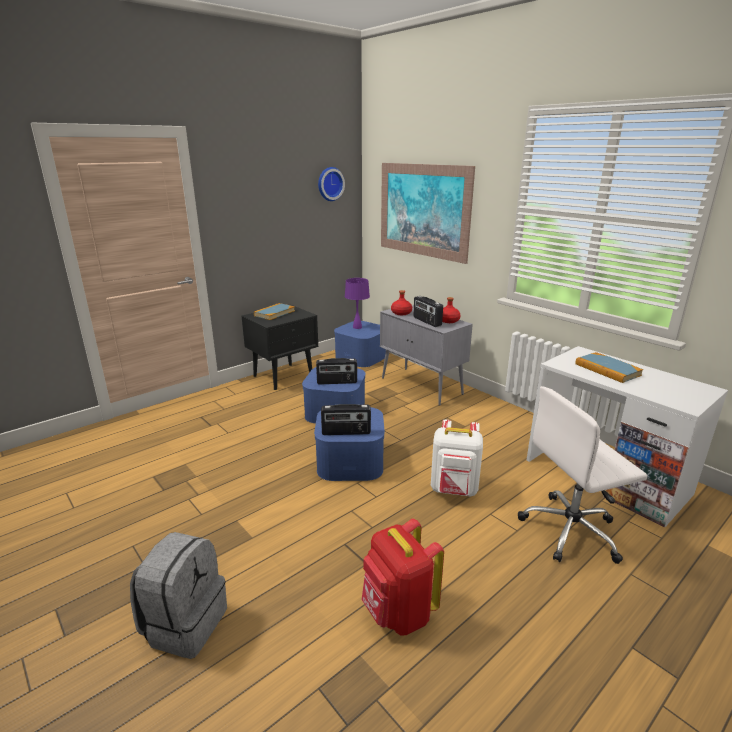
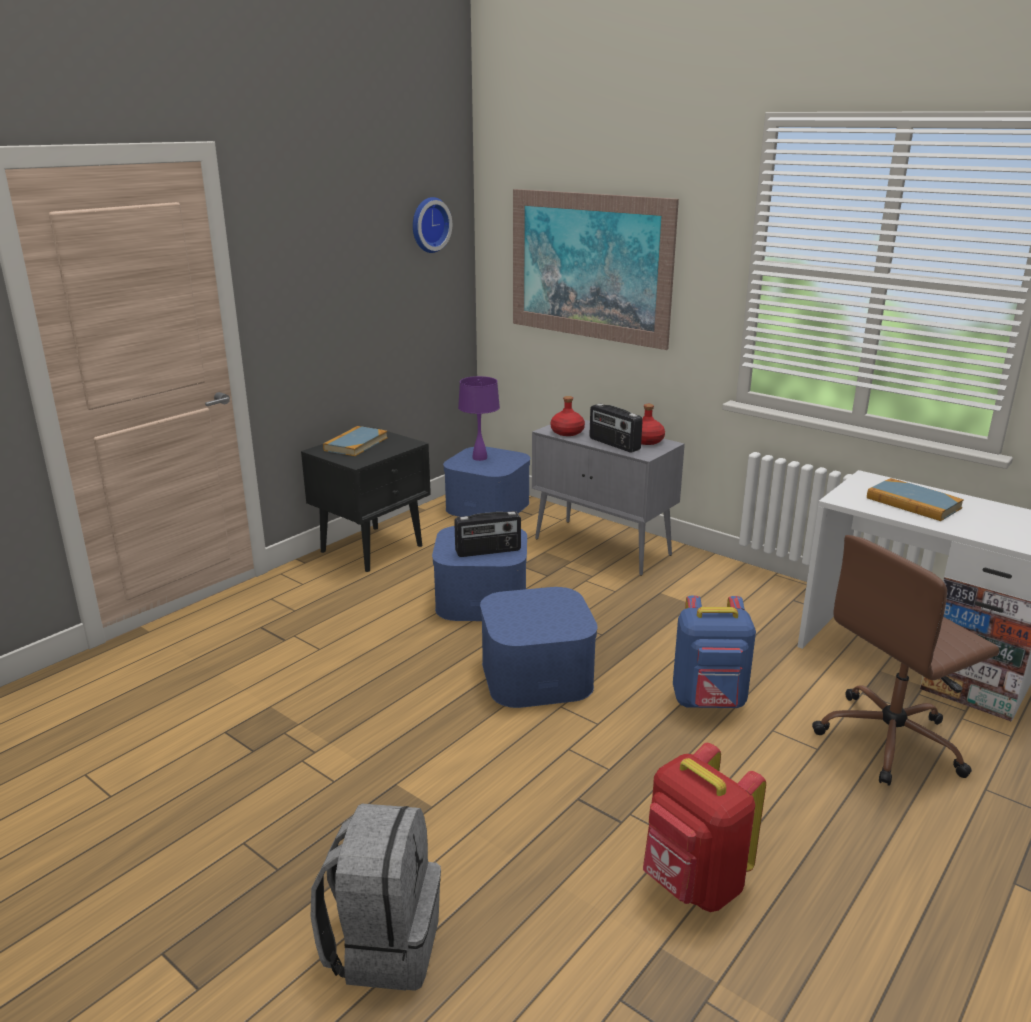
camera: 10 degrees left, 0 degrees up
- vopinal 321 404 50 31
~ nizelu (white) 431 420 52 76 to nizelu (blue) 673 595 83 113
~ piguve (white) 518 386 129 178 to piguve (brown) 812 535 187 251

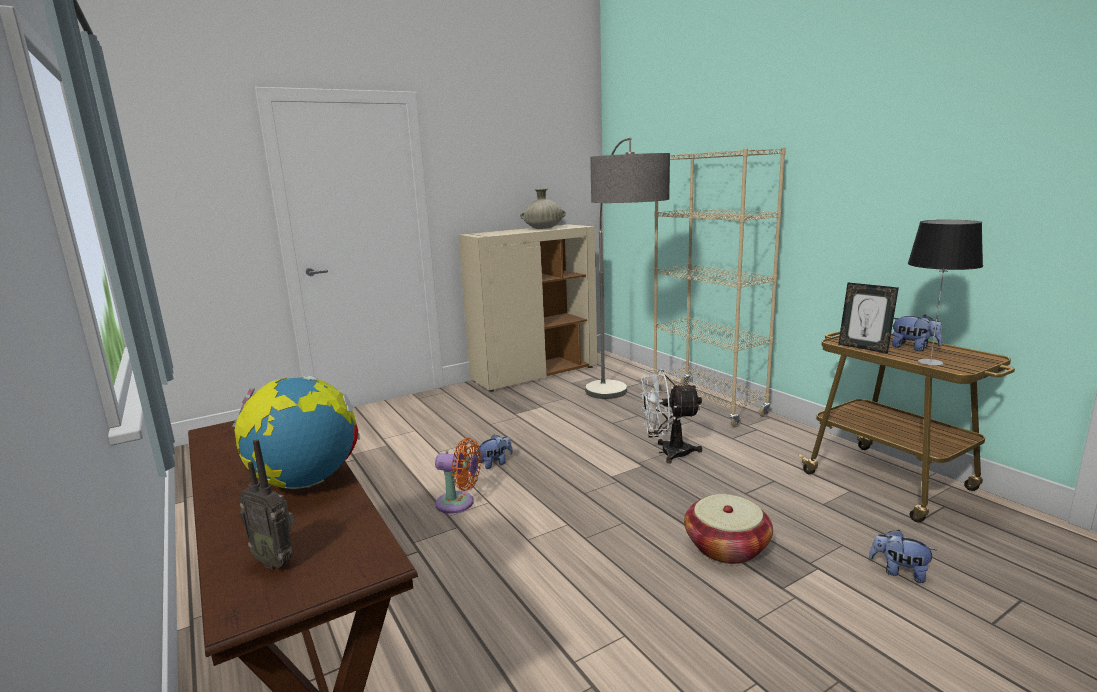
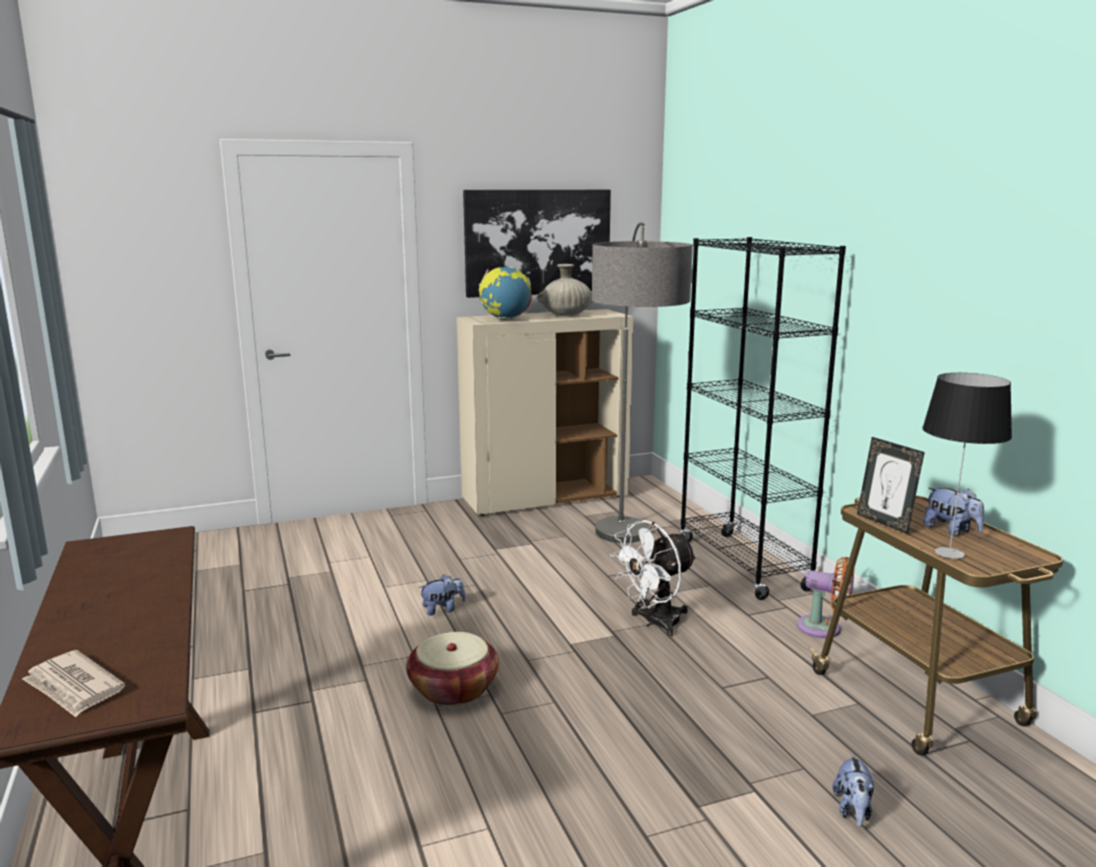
camera: 10 degrees right, 0 degrees up
+ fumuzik 463 190 148 108
~ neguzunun 233 376 127 113 to 479 267 53 53
~ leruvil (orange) 435 438 46 76 to 797 557 58 81
~ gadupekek 684 494 89 70 to 406 632 93 74
~ vopinal 238 439 57 131 to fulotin 22 650 103 67
~ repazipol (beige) 652 148 134 279 to repazipol (black) 679 237 167 363
~ leruvil (white) 641 369 61 95 = 610 520 87 117 45 degrees counterclockwise
~ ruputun 869 530 67 53 = 833 753 41 74 120 degrees counterclockwise

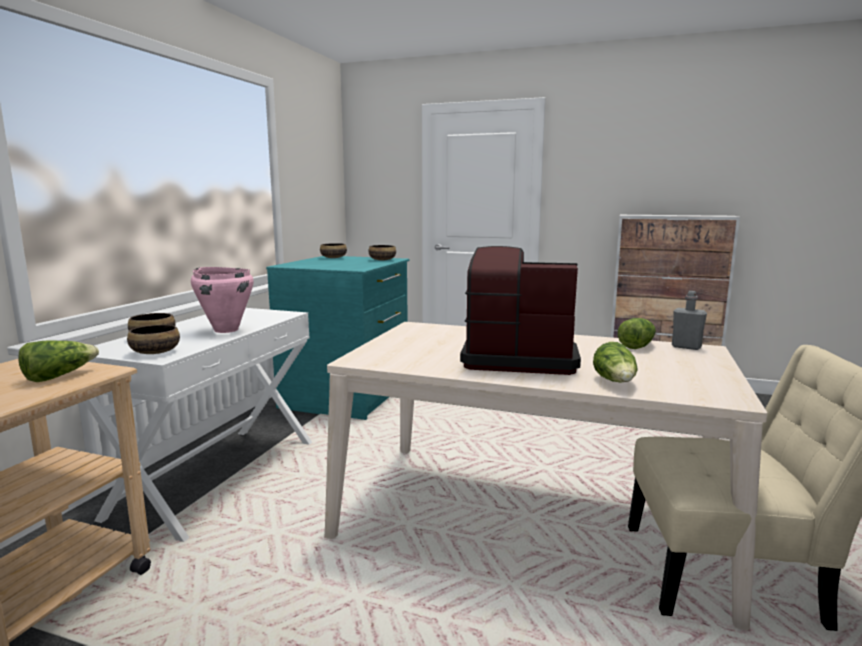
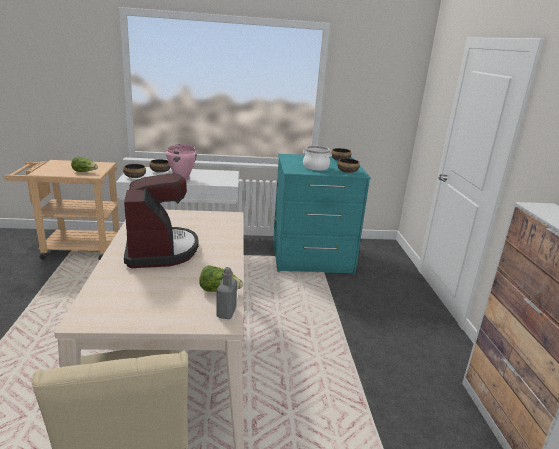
camera: 65 degrees right, 10 degrees up
- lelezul 593 342 45 41
+ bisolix 303 146 29 25

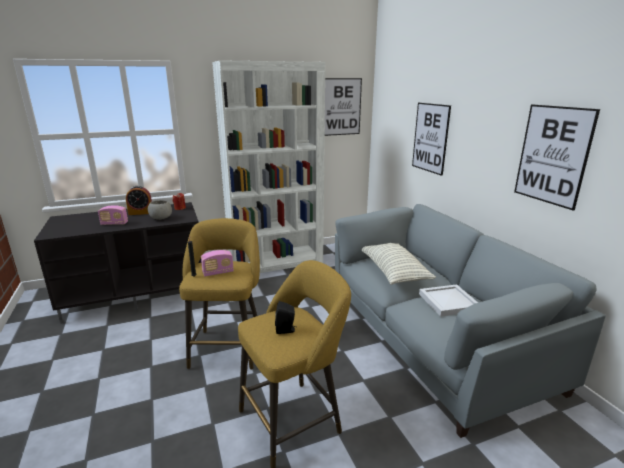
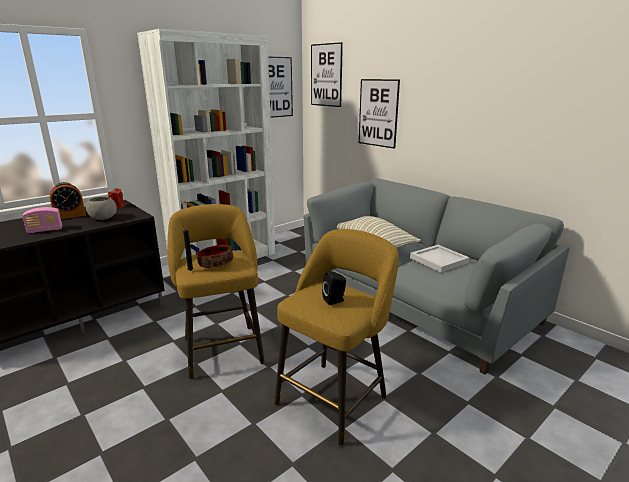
camera: 20 degrees left, 0 degrees up
~ fumuzik 514 105 86 106 to 311 42 32 65
~ vopinal 201 250 33 27 to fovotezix 197 245 36 23

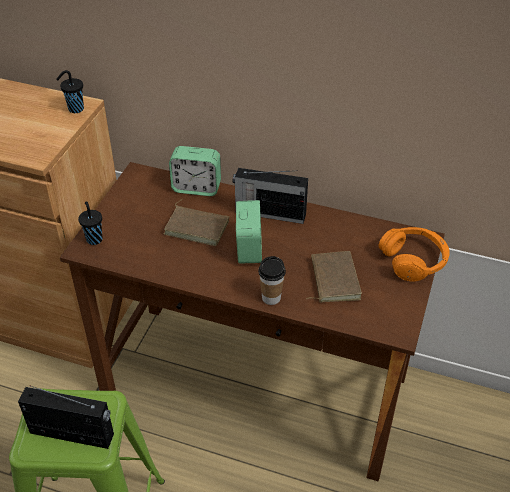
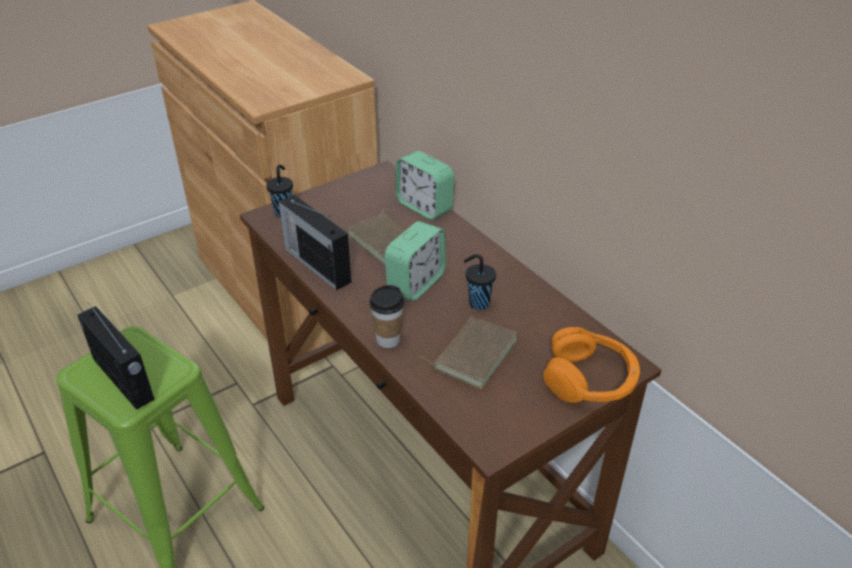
camera: 35 degrees right, 5 degrees down
~ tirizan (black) 56 70 28 43 to 464 254 32 56
~ vopinal 232 168 76 56 to 278 195 73 95

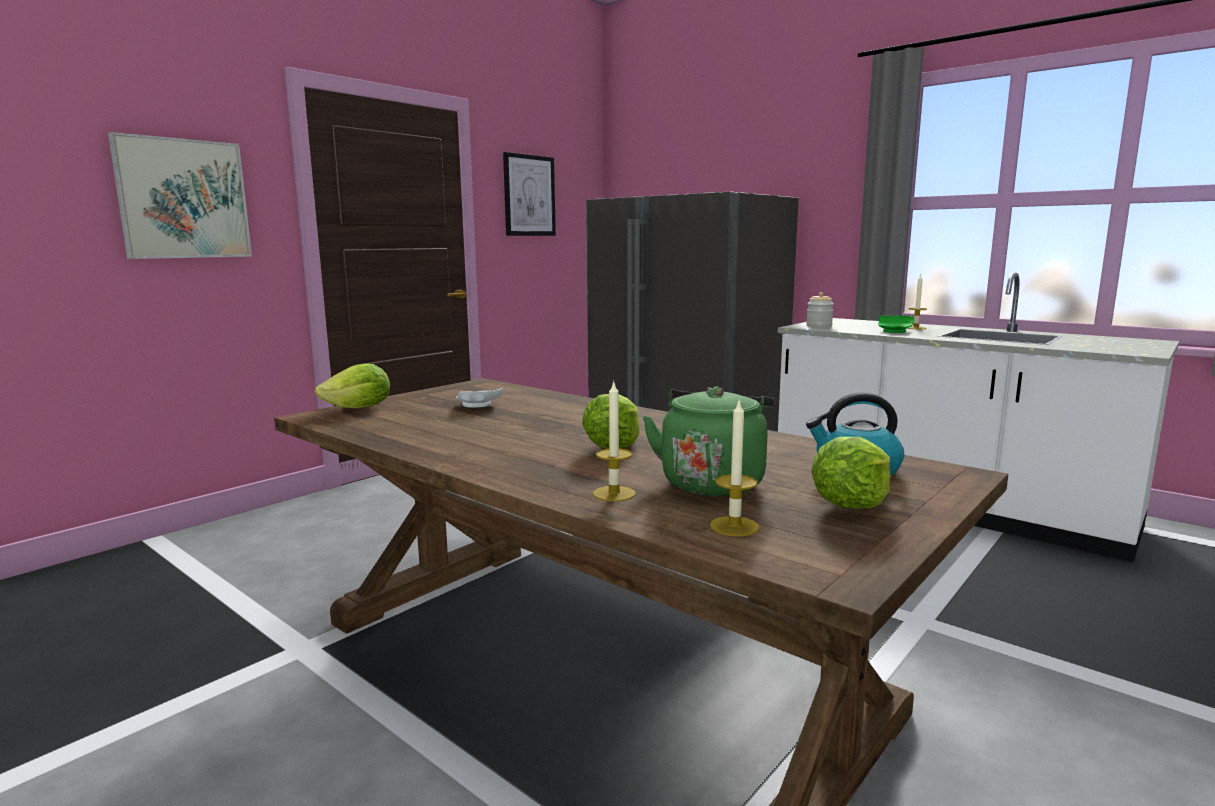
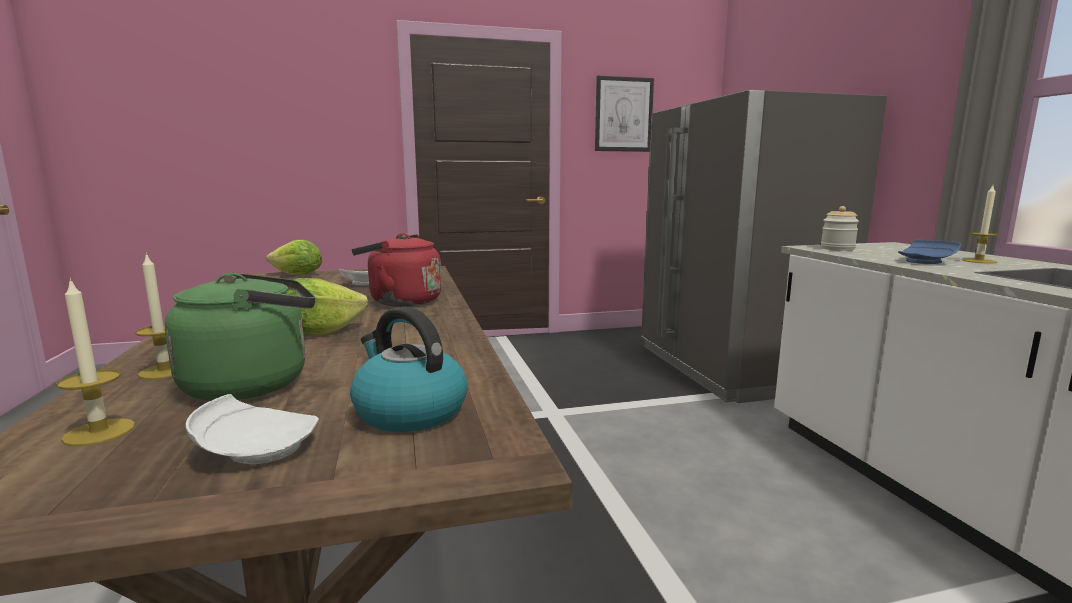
camera: 35 degrees right, 0 degrees up
- fumuzik 108 132 144 127
+ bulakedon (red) 352 233 90 74
~ lelezul 811 437 80 72 to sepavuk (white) 186 394 133 70
~ sepavuk (green) 878 315 36 18 to sepavuk (blue) 898 240 63 24

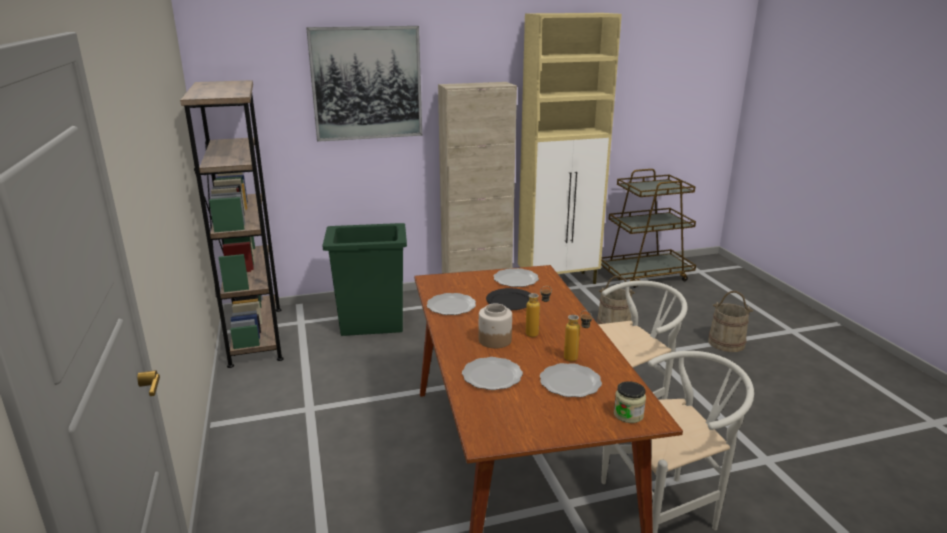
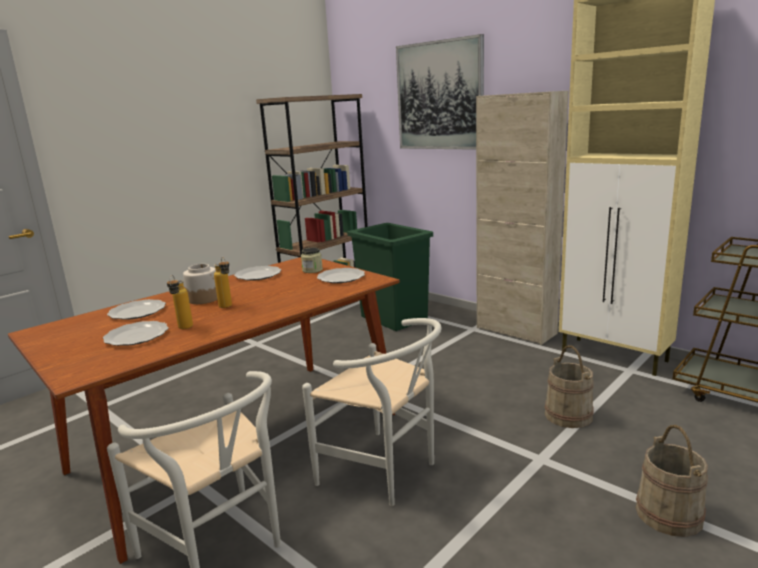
camera: 60 degrees right, 5 degrees down
- sepavuk (black) 486 288 45 22
~ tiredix 614 381 32 42 to 301 248 22 25

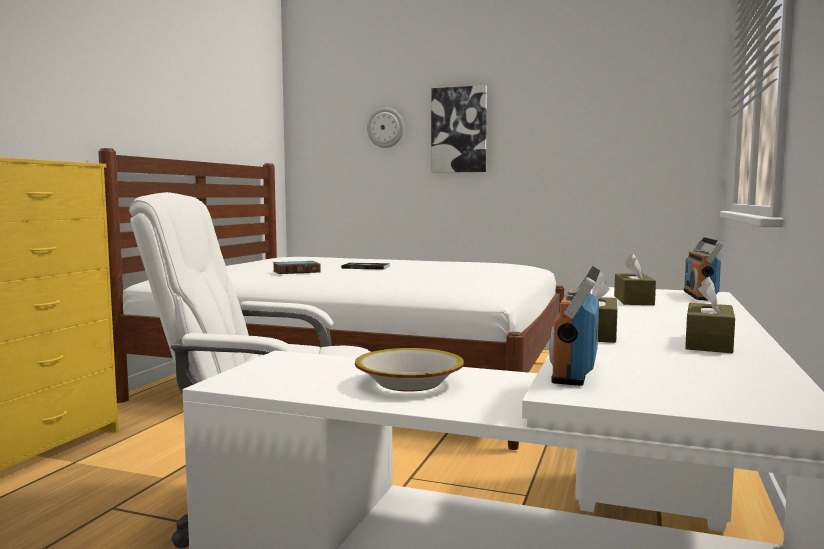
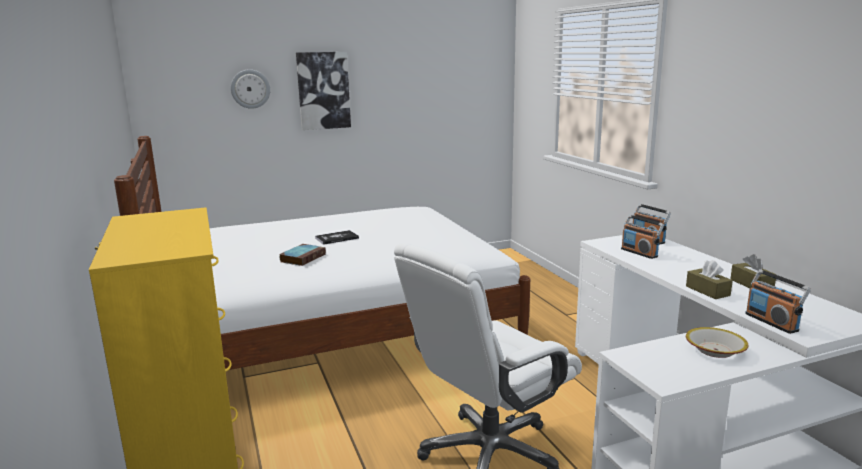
camera: 40 degrees left, 10 degrees up
~ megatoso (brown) 614 254 42 51 to vopinal 621 215 43 44

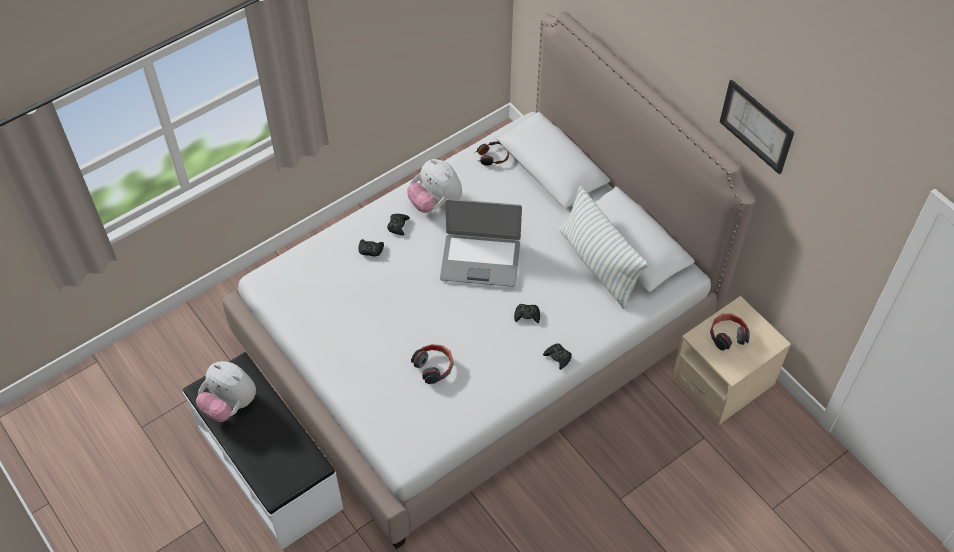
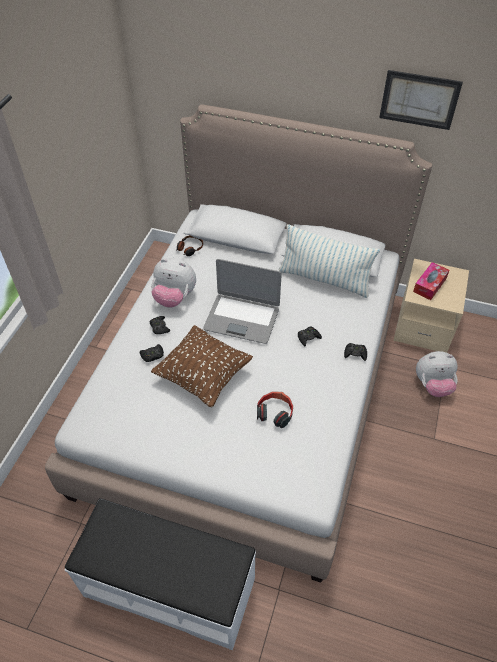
camera: 35 degrees left, 5 degrees down
+ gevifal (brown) 151 325 102 83
~ ruputun 196 361 60 61 to 416 351 42 46
~ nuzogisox 710 313 40 37 to megatoso 413 262 37 38
~ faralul 440 199 82 88 = 203 259 79 85 45 degrees clockwise

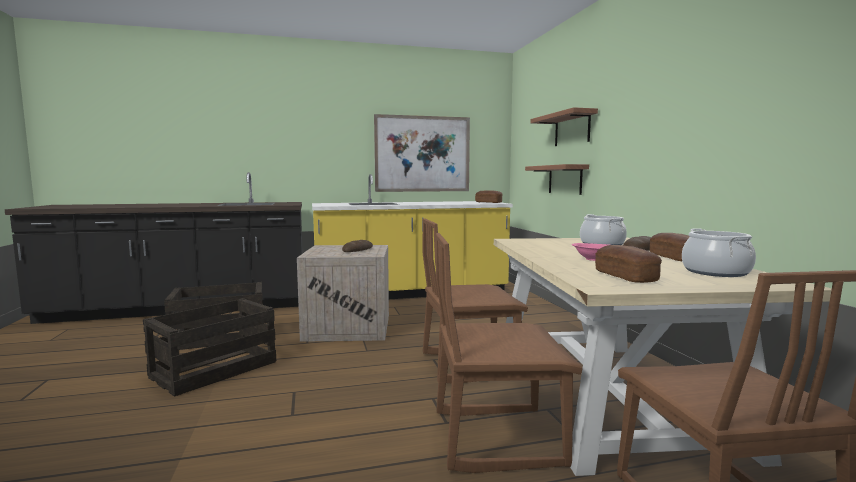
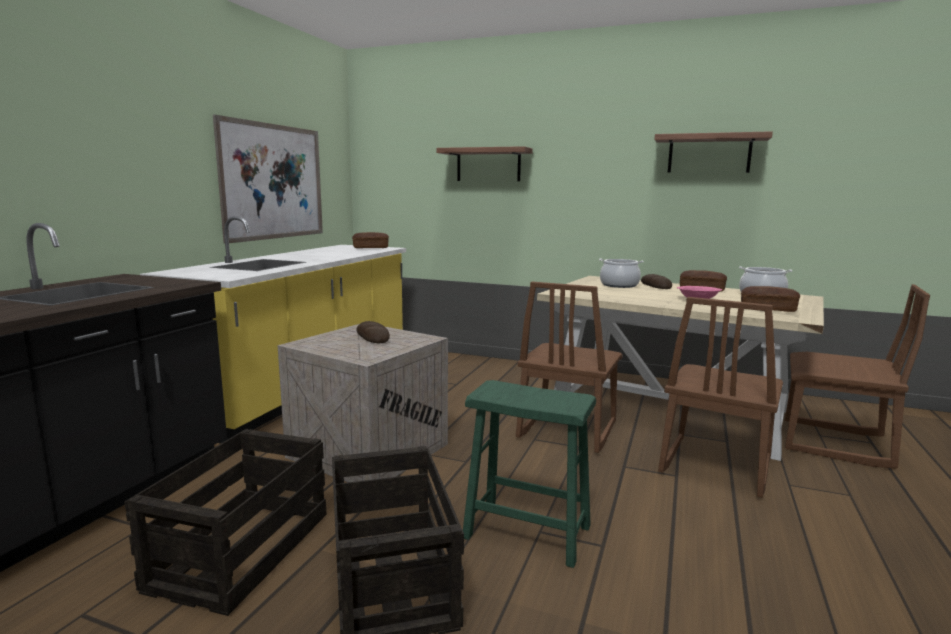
camera: 55 degrees left, 5 degrees up
+ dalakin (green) 463 380 133 188
~ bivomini 525 164 64 31 to 654 131 119 42

